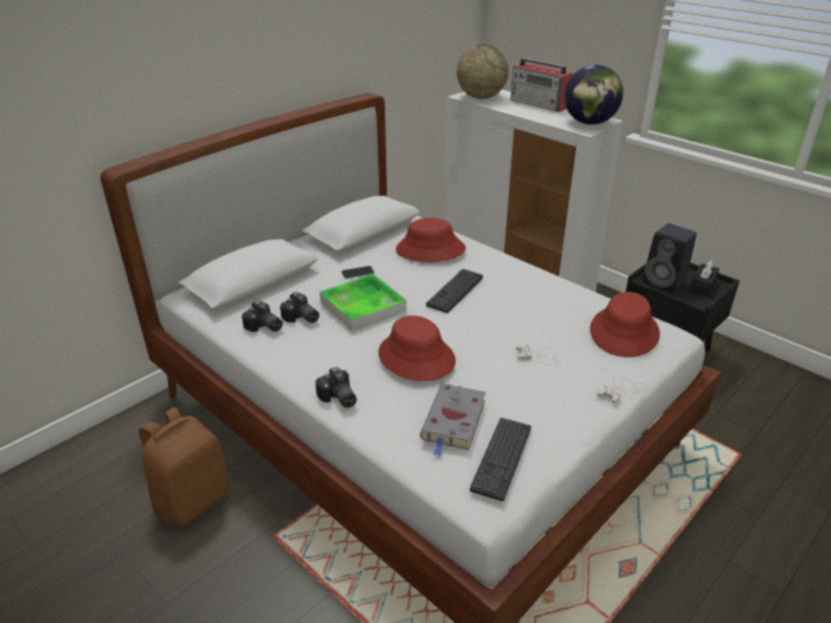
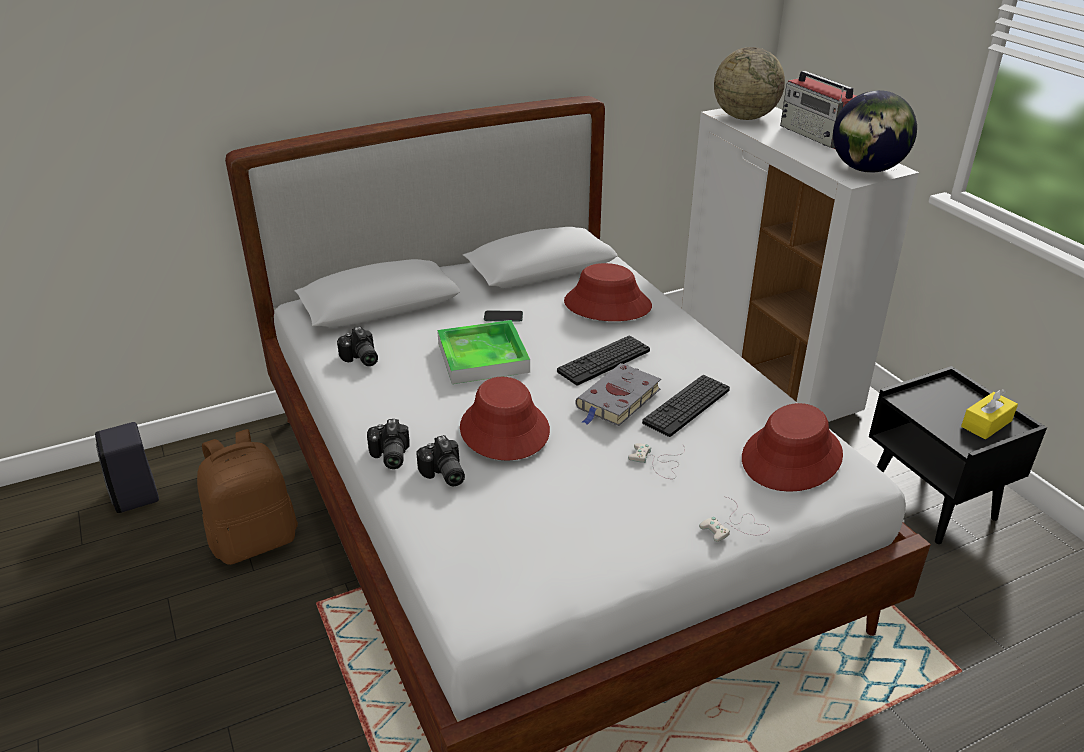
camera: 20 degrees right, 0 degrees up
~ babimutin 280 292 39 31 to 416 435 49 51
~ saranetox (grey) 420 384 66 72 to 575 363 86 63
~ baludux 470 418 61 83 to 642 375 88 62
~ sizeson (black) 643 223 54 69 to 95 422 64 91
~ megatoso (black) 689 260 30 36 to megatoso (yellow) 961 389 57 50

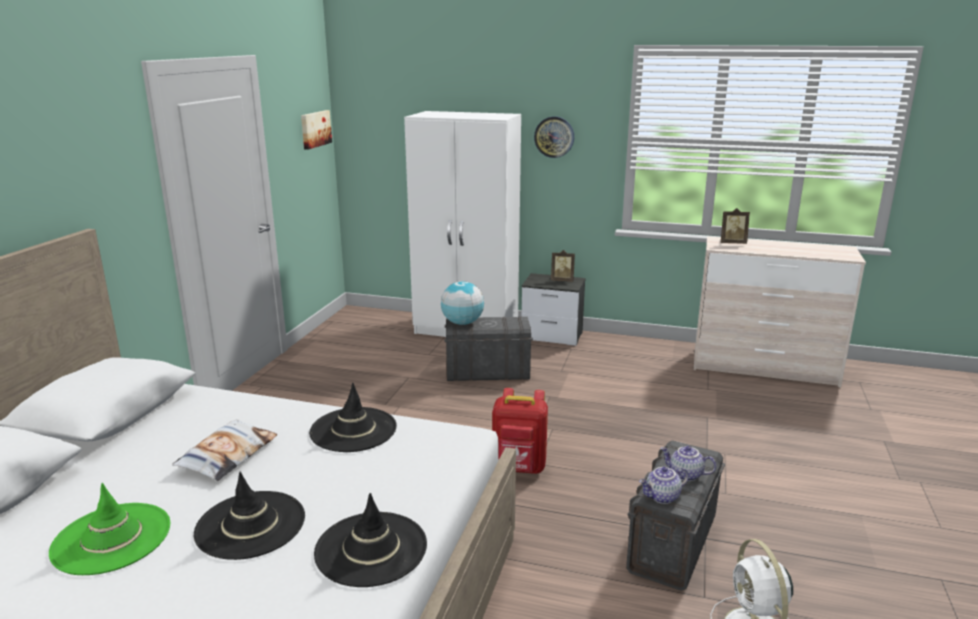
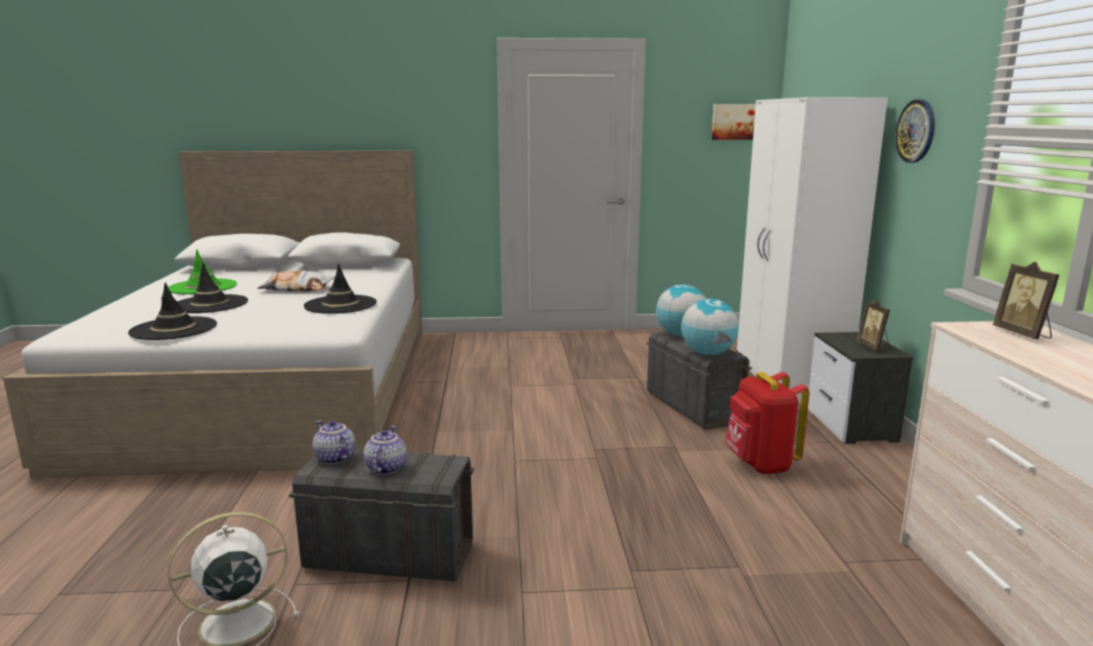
camera: 70 degrees right, 5 degrees down
+ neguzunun 681 299 58 56
~ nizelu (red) 492 388 56 86 to 725 372 85 102

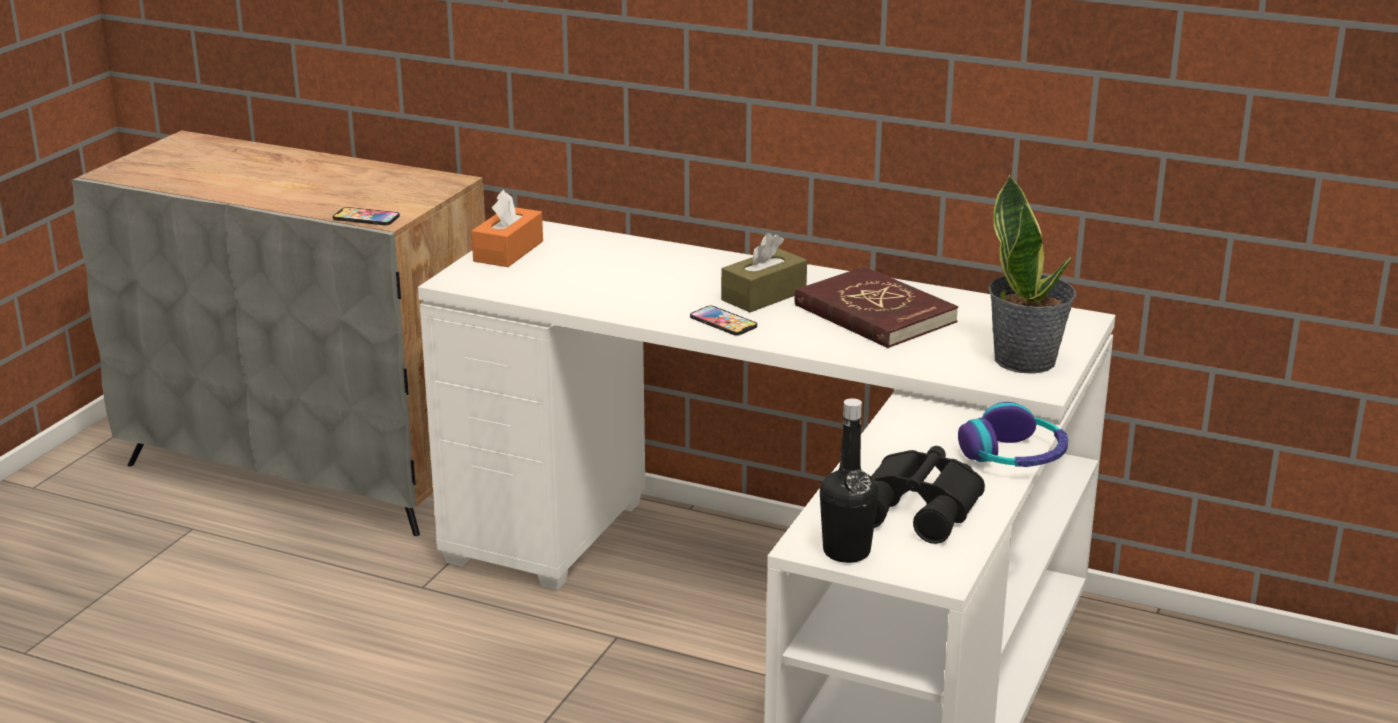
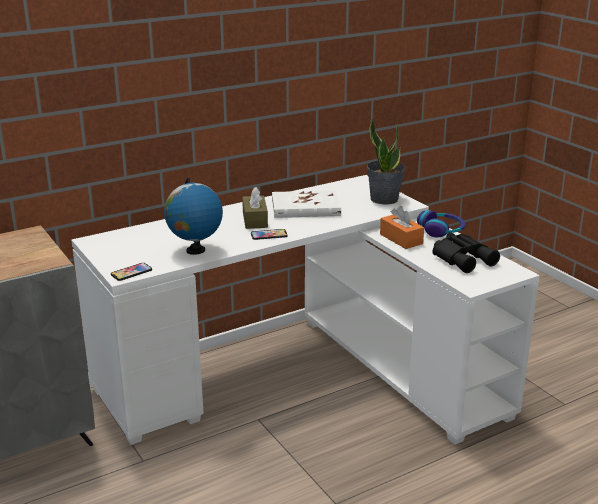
camera: 55 degrees left, 0 degrees up
- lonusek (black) 820 398 59 165
+ neguzunun 164 178 59 77
~ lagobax 333 207 67 18 to 111 263 41 18
~ megatoso (orange) 471 190 72 77 to 380 206 44 43
~ saranetox (red) 794 266 164 82 to saranetox (white) 272 190 69 28

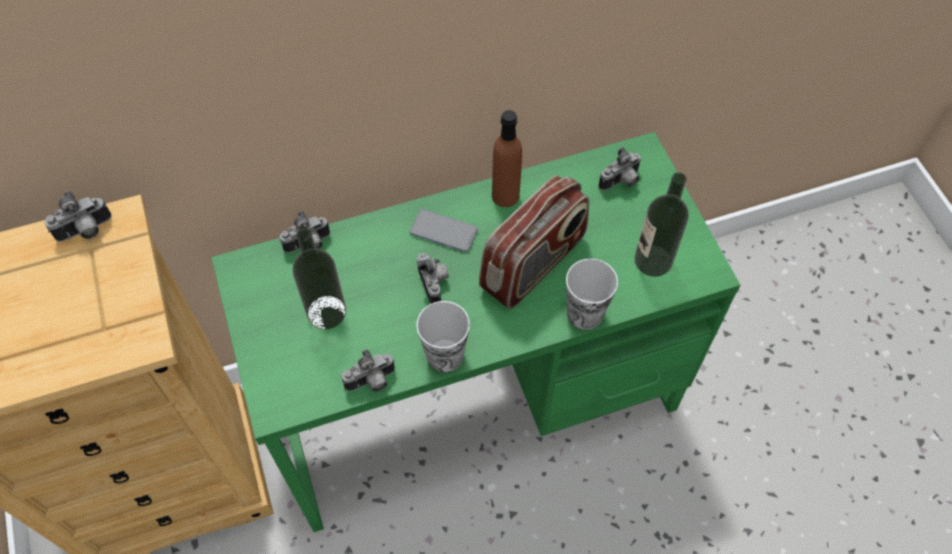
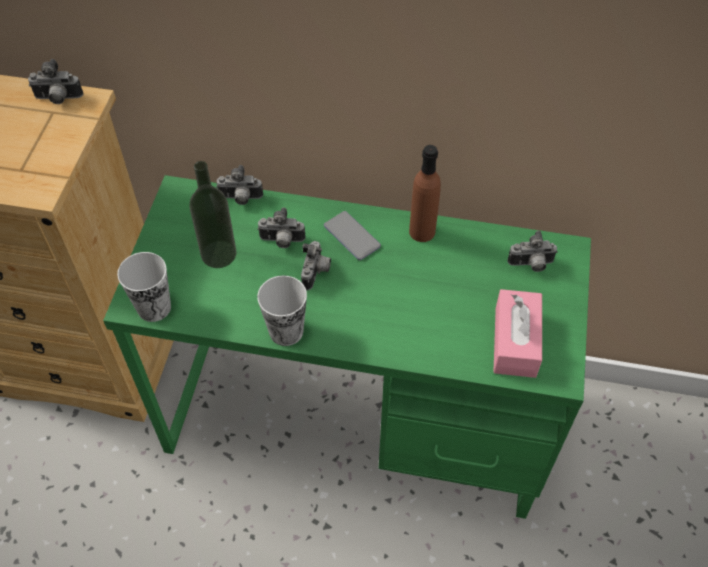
camera: 30 degrees right, 5 degrees down
- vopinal 479 175 110 134
~ babimutin 341 349 54 43 to 257 207 48 41
~ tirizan 566 258 52 72 to 117 252 54 70
~ lonusek 635 172 54 105 to megatoso (pink) 493 289 49 89

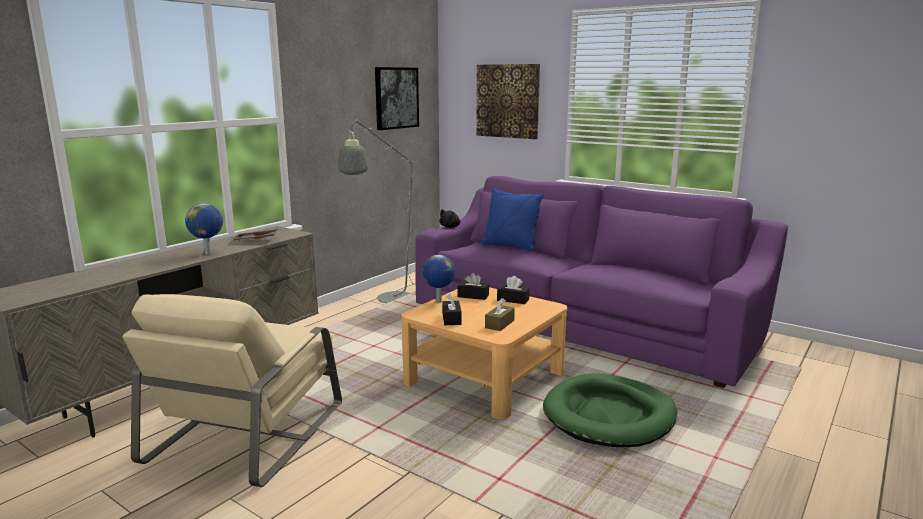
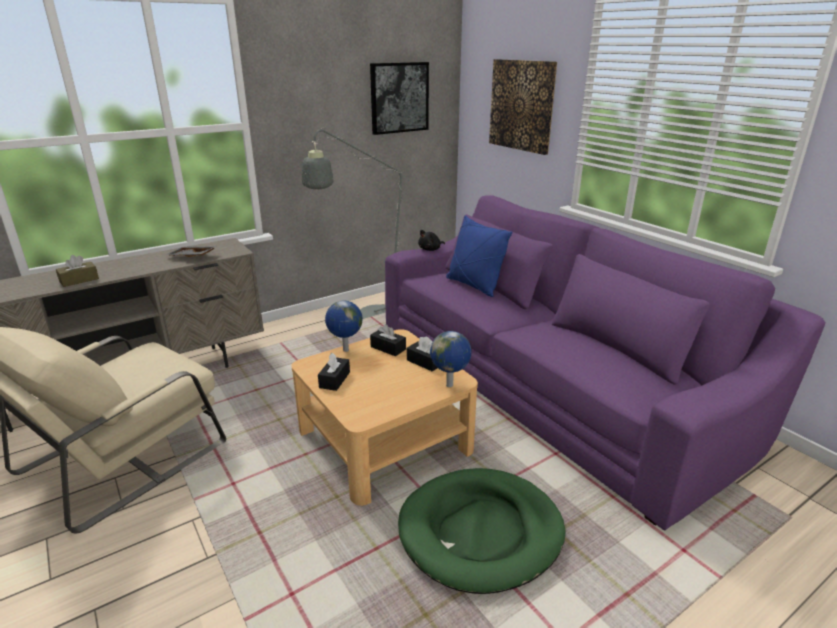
camera: 20 degrees right, 10 degrees up
~ neguzunun 185 203 38 51 to 430 331 42 56
~ megatoso (brown) 485 298 30 33 to 56 255 43 32

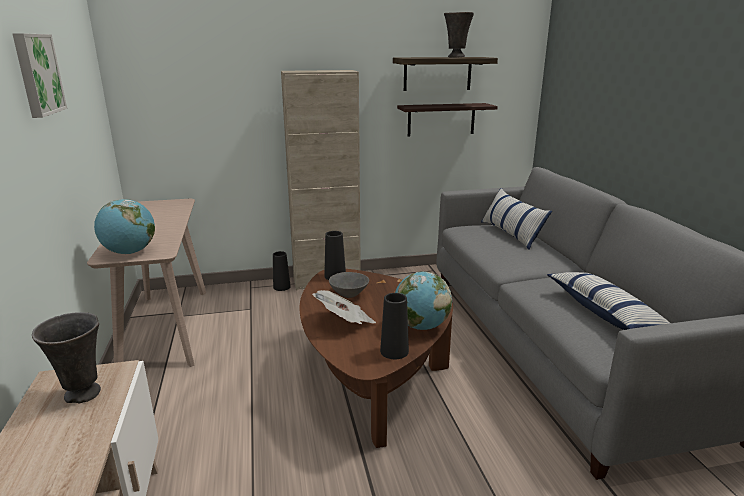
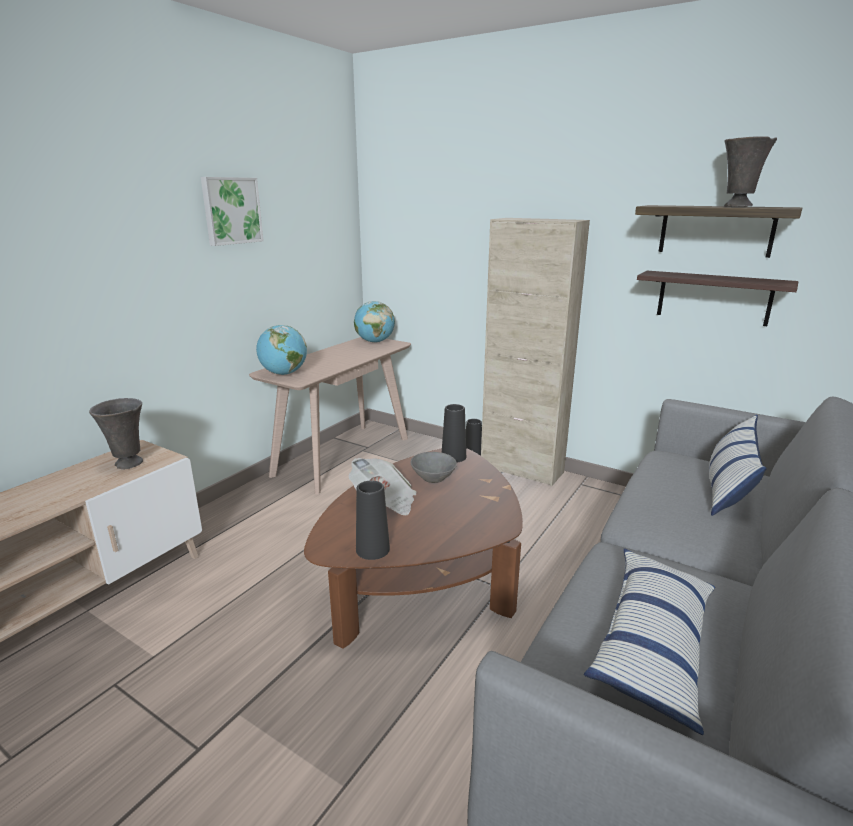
camera: 45 degrees right, 0 degrees up
~ neguzunun 395 271 57 59 to 354 301 41 42

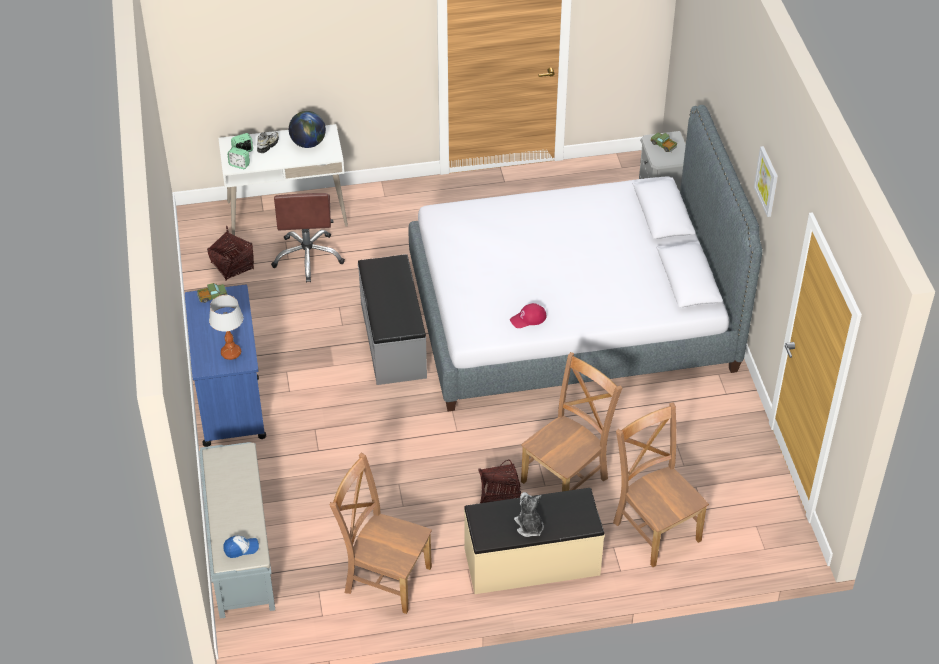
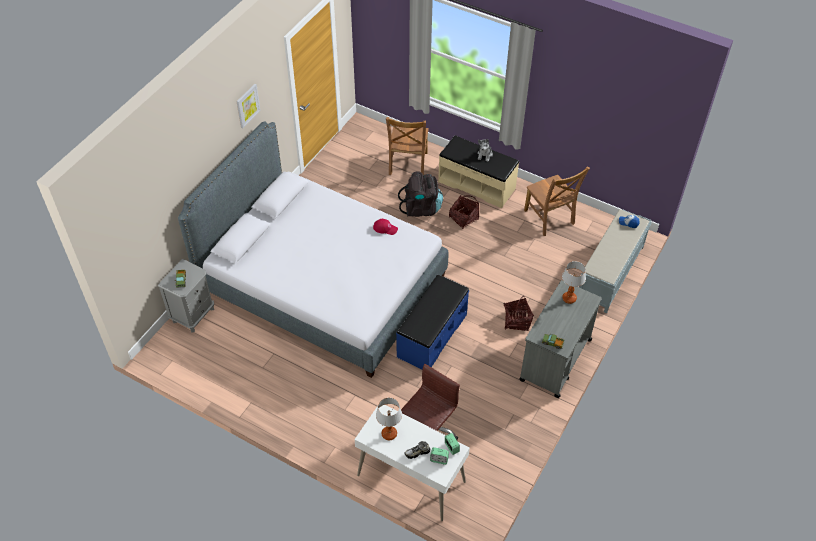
camera: 140 degrees left, 5 degrees up
~ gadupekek 207 226 47 55 to 504 296 30 35
~ neguzunun 289 111 37 37 to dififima 376 398 26 42
~ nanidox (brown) 521 352 101 139 to nizelu (black) 398 171 45 46
~ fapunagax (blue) 185 285 81 162 to fapunagax (grey) 519 280 83 118
~ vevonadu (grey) 358 254 69 131 to vevonadu (blue) 396 275 73 95

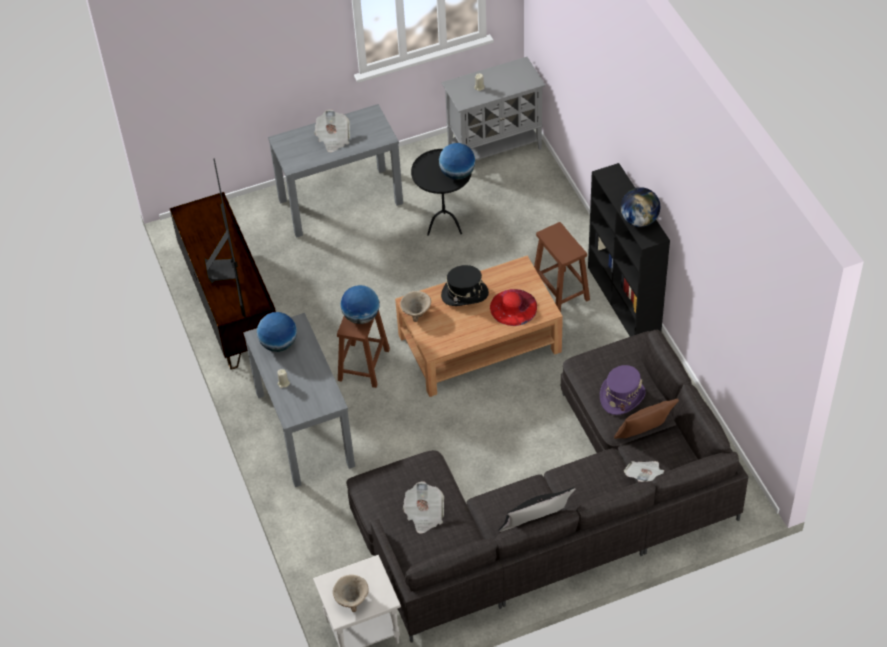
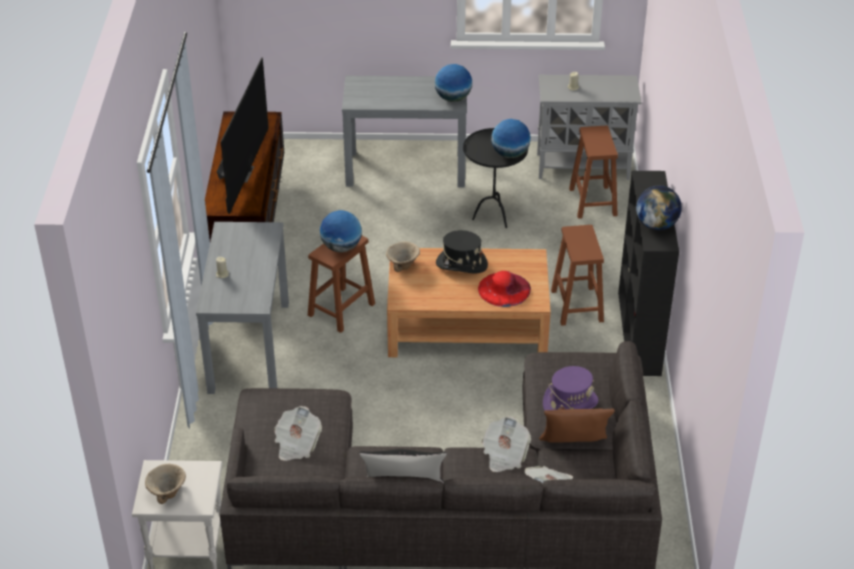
camera: 20 degrees right, 10 degrees down
+ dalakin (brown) 569 126 49 93
~ neguzunun 257 312 40 40 to 435 64 37 38
~ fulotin 314 109 36 43 to 482 416 49 56

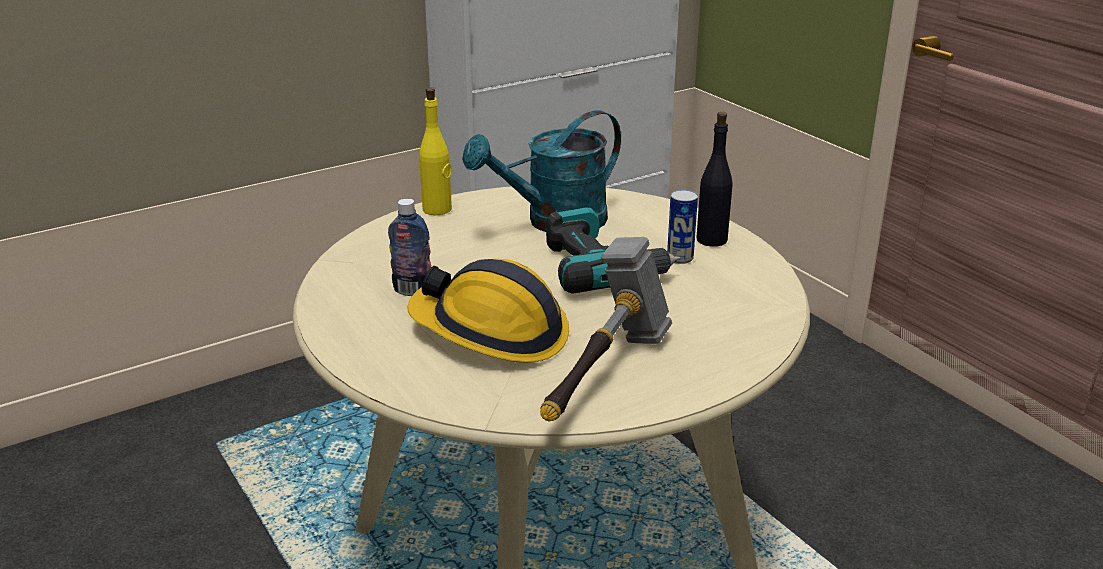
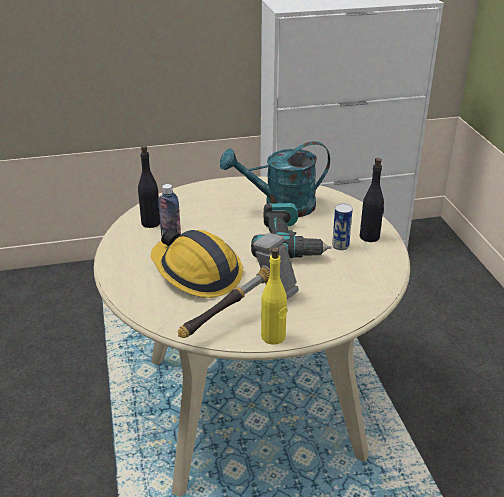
camera: 20 degrees right, 5 degrees up
+ lonusek (black) 138 145 22 83
~ lonusek (yellow) 419 87 33 128 to 261 247 26 98

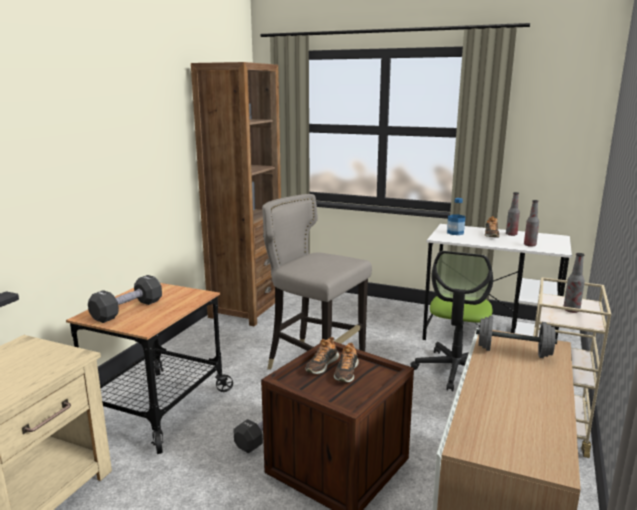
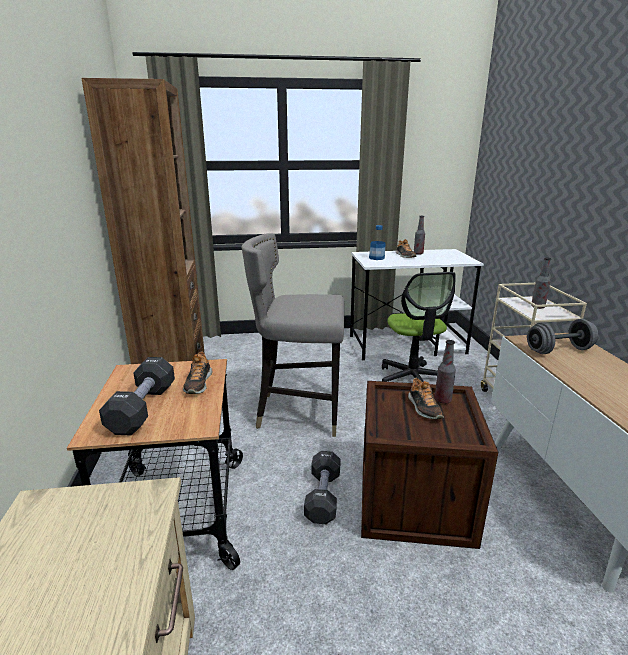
camera: 30 degrees left, 5 degrees up
~ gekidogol 305 337 34 37 to 183 351 29 43
~ lonusek 524 200 15 47 to 434 340 22 64

